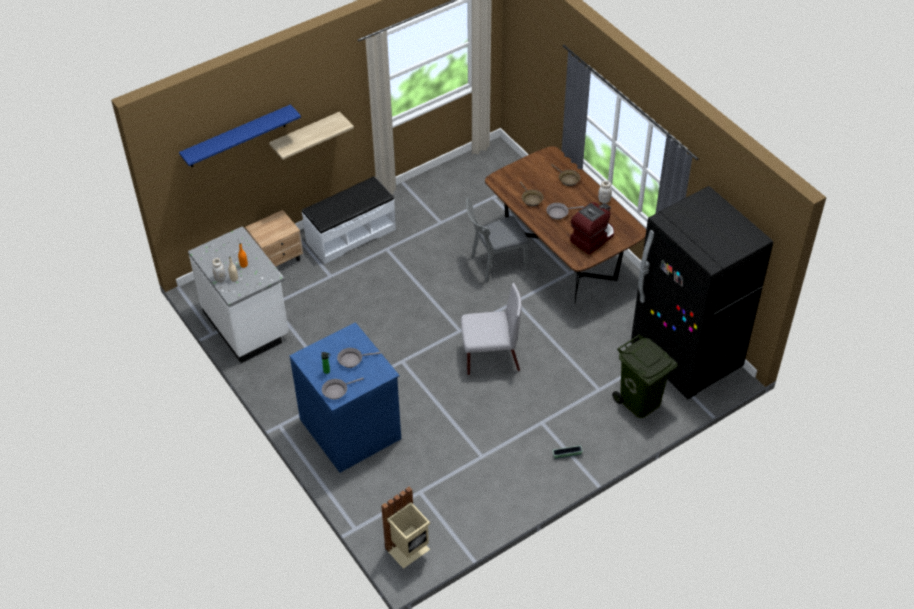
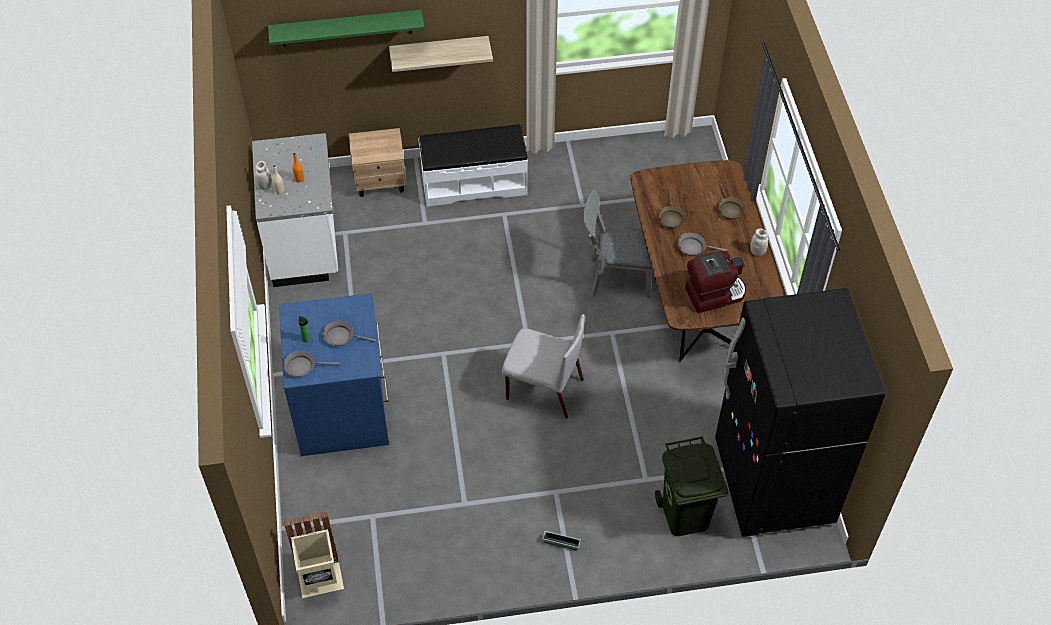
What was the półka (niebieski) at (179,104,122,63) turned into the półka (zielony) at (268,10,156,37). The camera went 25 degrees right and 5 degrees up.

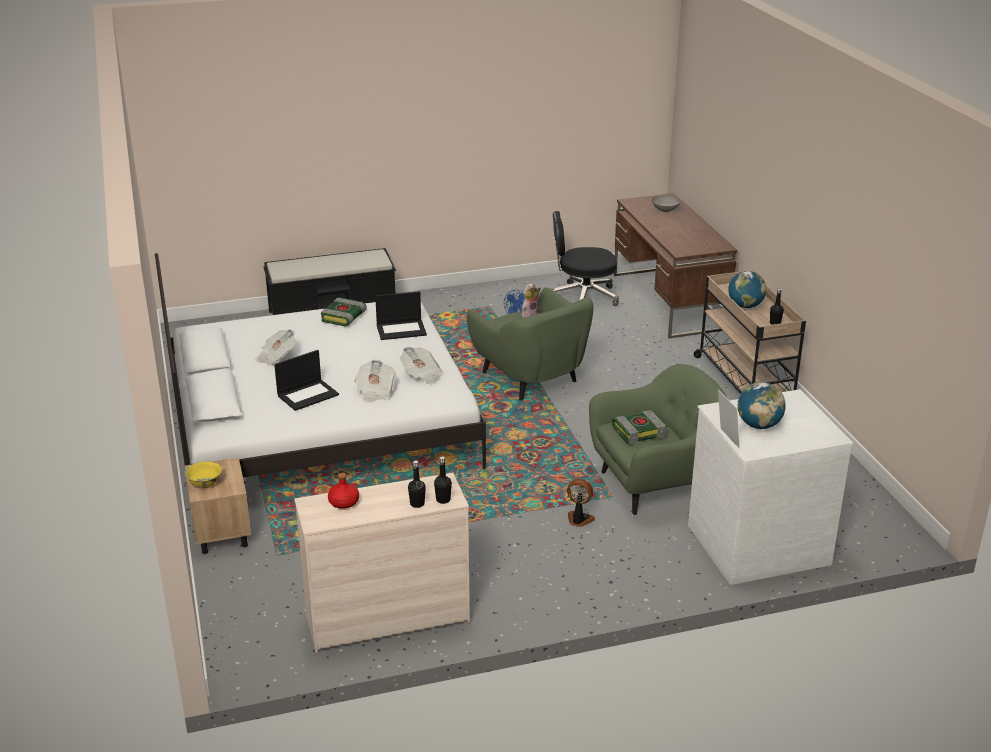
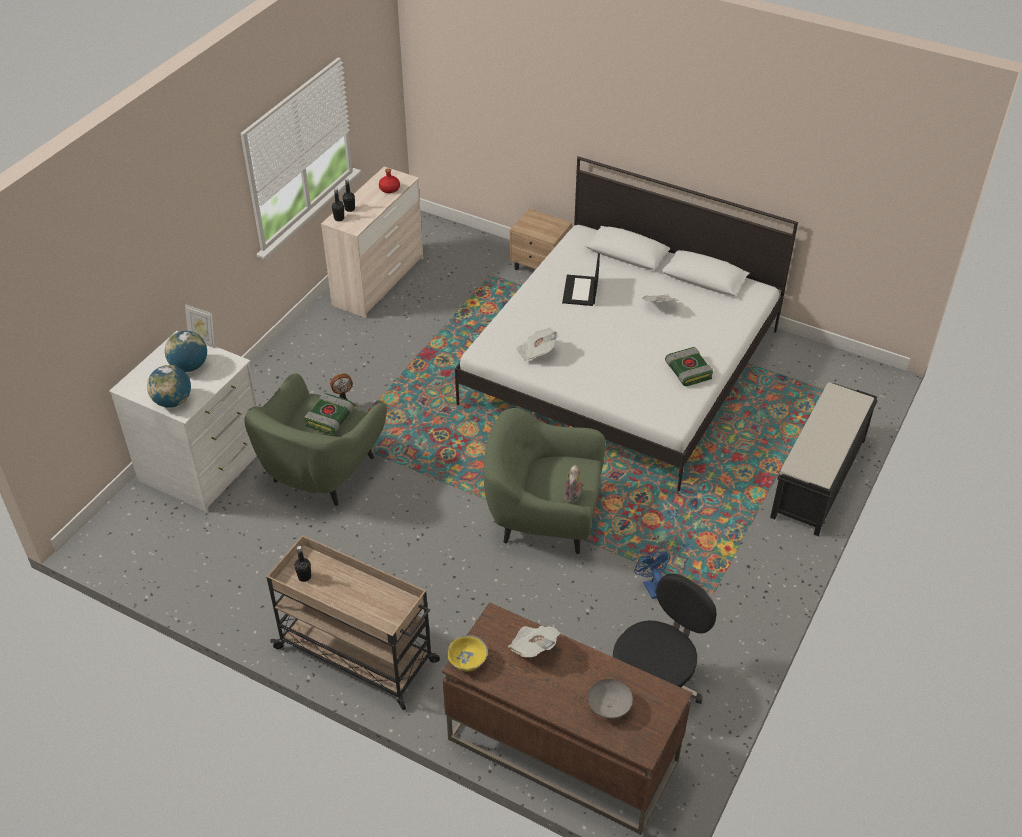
The globus ended up elsewhere, having gone from (728,271,38,37) to (147,365,44,42). The miska (żółty) ended up elsewhere, having gone from (184,461,38,27) to (447,635,41,37). The gazeta ended up elsewhere, having gone from (354,360,42,43) to (508,626,52,31). The second view lost the laptop at (375,291,52,49). The camera went 135 degrees right and 15 degrees up.

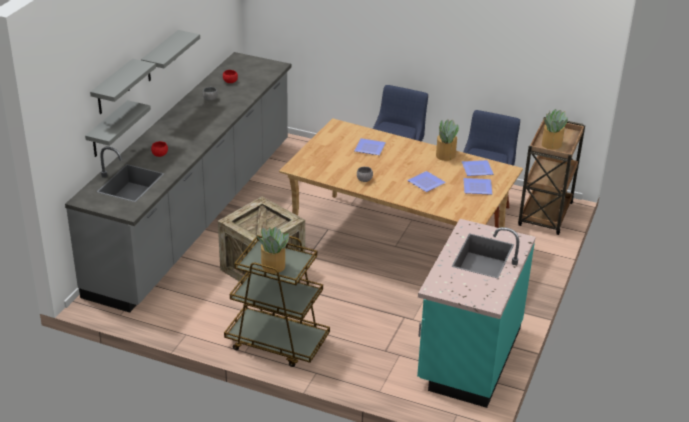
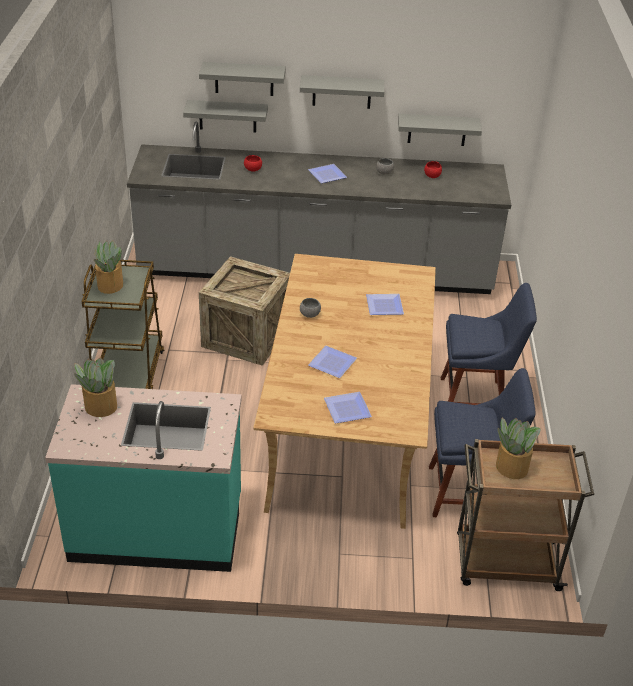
The roślina doniczkowa ended up elsewhere, having gone from (436,119,24,42) to (74,358,43,59). The talerz ended up elsewhere, having gone from (462,160,32,16) to (308,164,39,19). The second view gained the półka (szary) at (398,114,84,32). The camera went 70 degrees right and 5 degrees up.

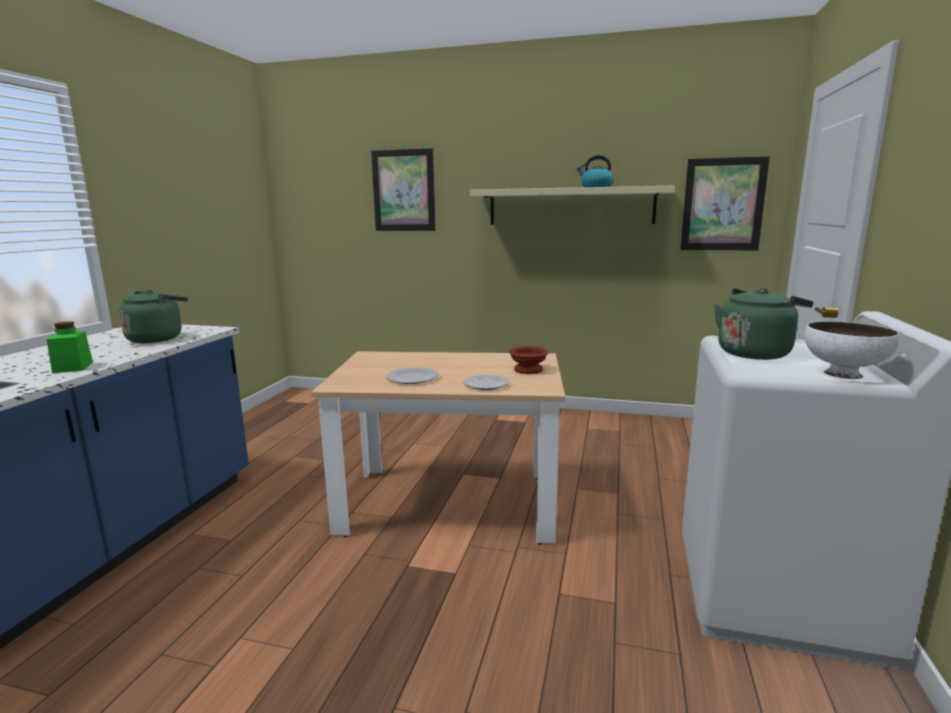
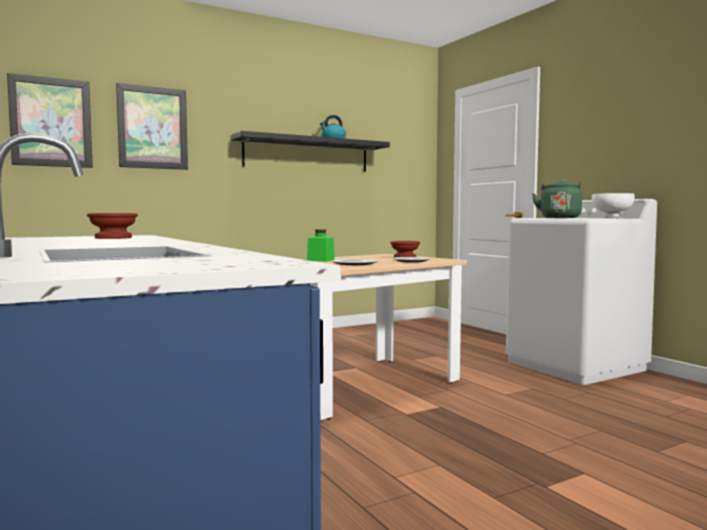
The obraz ended up elsewhere, having gone from (680,156,90,95) to (7,73,86,95). Where the czajnik (zielony) stood at (119,289,69,54), the miska (brązowy) came to stand at (87,213,51,26). What was the półka (beżowy) at (470,186,205,39) turned into the półka (czarny) at (230,131,160,41). The słoik (zielony) ended up elsewhere, having gone from (47,321,46,52) to (307,229,28,33). The camera went 45 degrees left and 10 degrees down.

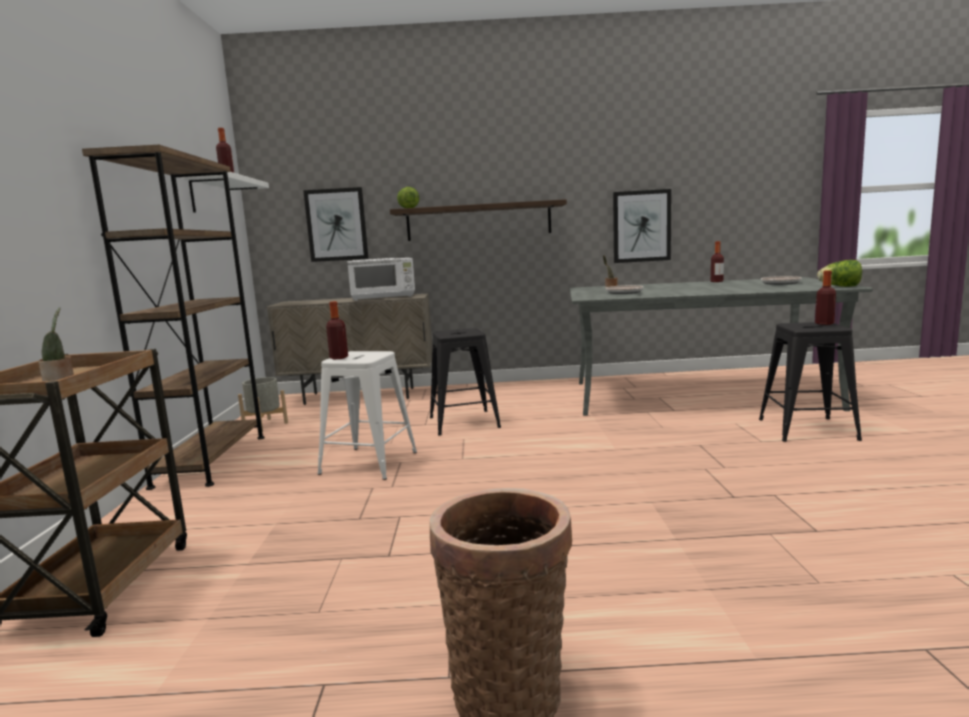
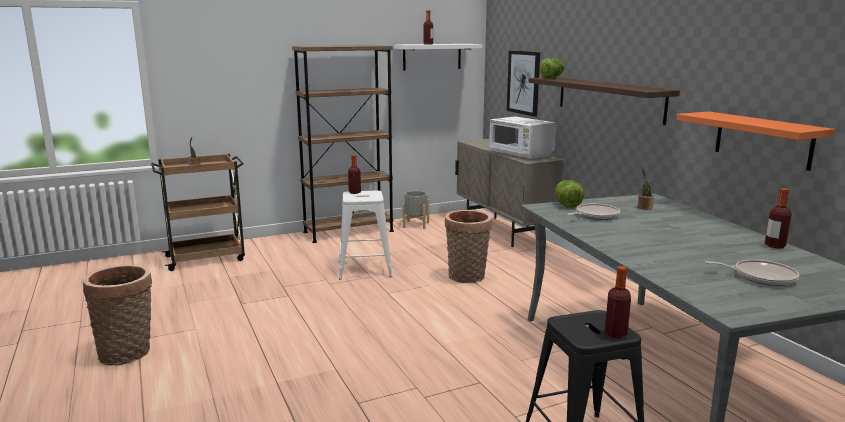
Where the stołek (czarny) stood at (430,328,71,107), the koszyk came to stand at (445,210,47,73). The sałata ended up elsewhere, having gone from (817,260,45,27) to (555,180,29,28). Where the obraz hung at (613,189,58,74), the półka (pomarańczowy) came to hang at (677,112,158,59). The camera went 65 degrees right and 5 degrees up.

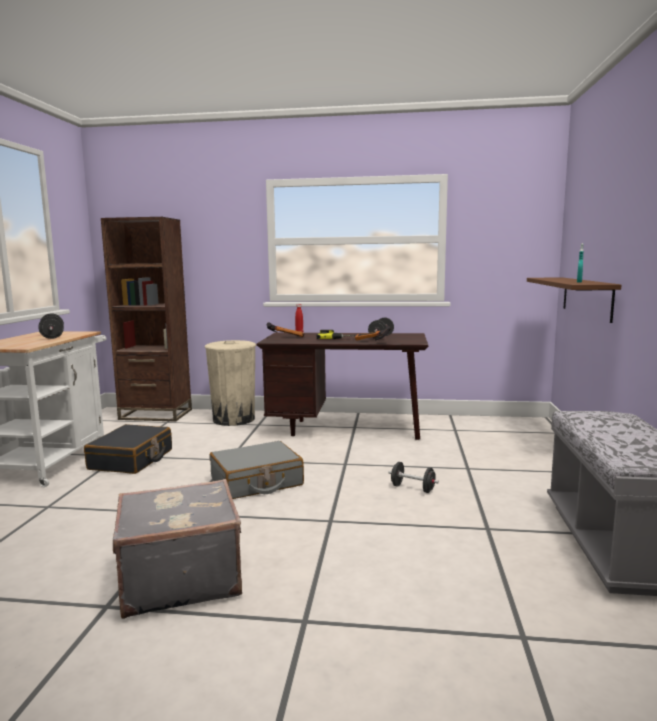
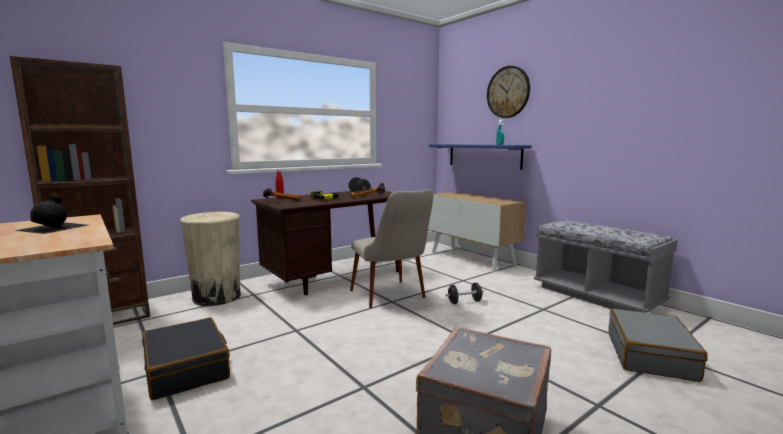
Where the hantel (czarny) stood at (38,313,26,26), the butelka (czarny) came to stand at (14,194,74,40). The second view gained the krzesło (beżowy) at (350,189,83,119). The second view gained the szafka at (428,192,98,80). What was the półka (brązowy) at (527,277,95,46) turned into the półka (niebieski) at (429,144,103,26). The second view gained the zegar ścienny at (487,66,43,52). The walizka (szary) ended up elsewhere, having gone from (210,441,94,58) to (608,309,100,73). The camera went 45 degrees left and 0 degrees up.

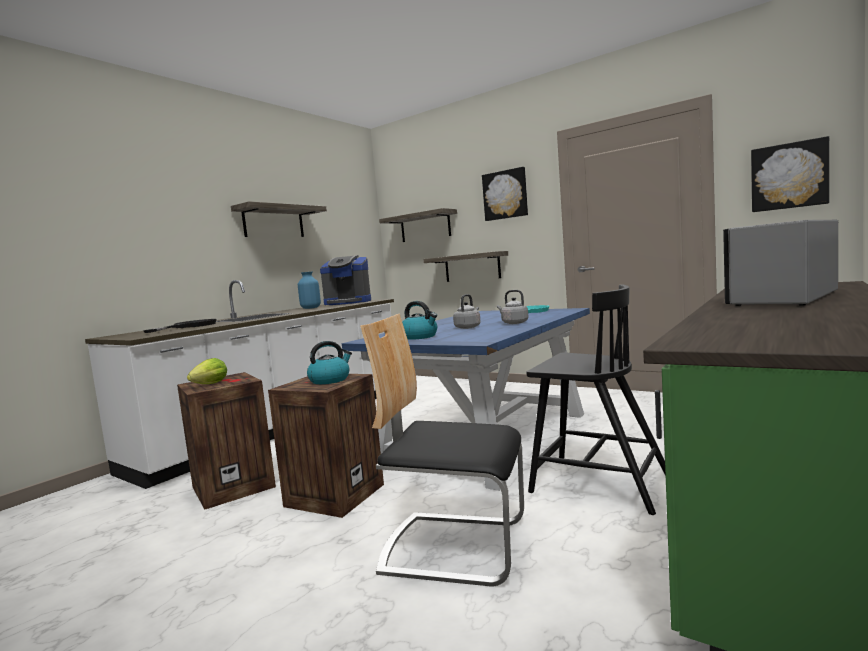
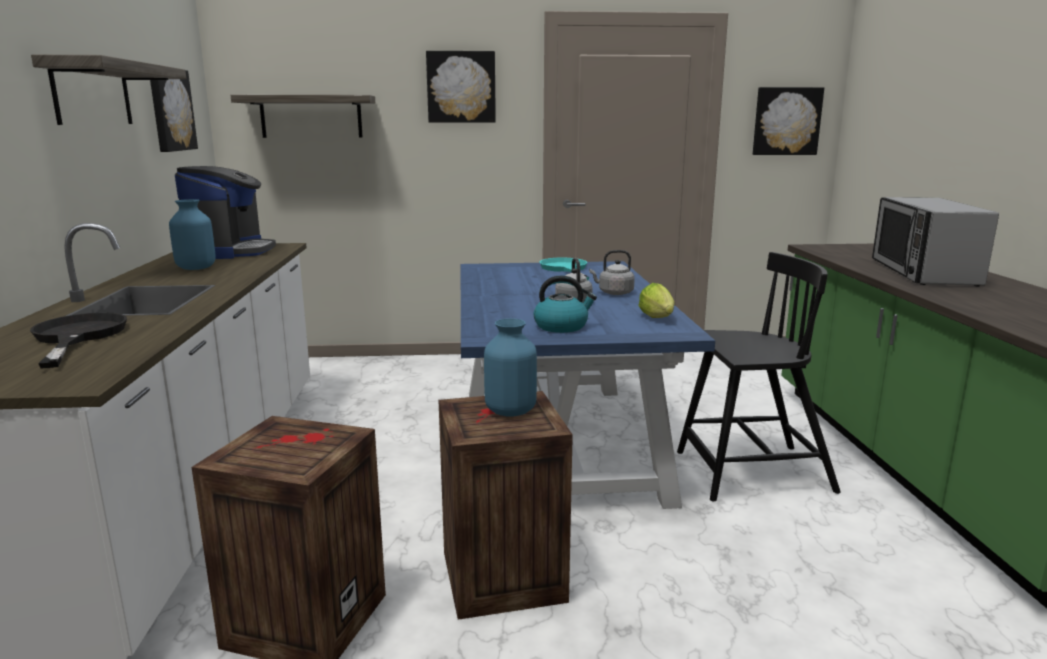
The second view gained the obraz at (150,70,48,82). The ekspres do kawy at (320,255,51,50) ended up facing another way, 60 degrees counterclockwise from before. Where the czajnik stood at (307,341,45,43), the wazon (niebieski) came to stand at (484,319,53,97). The sałata ended up elsewhere, having gone from (187,358,40,26) to (638,283,37,35). The second view lost the krzesło at (360,313,164,274). The second view lost the półka at (424,251,84,31). The camera went 40 degrees left and 10 degrees up.

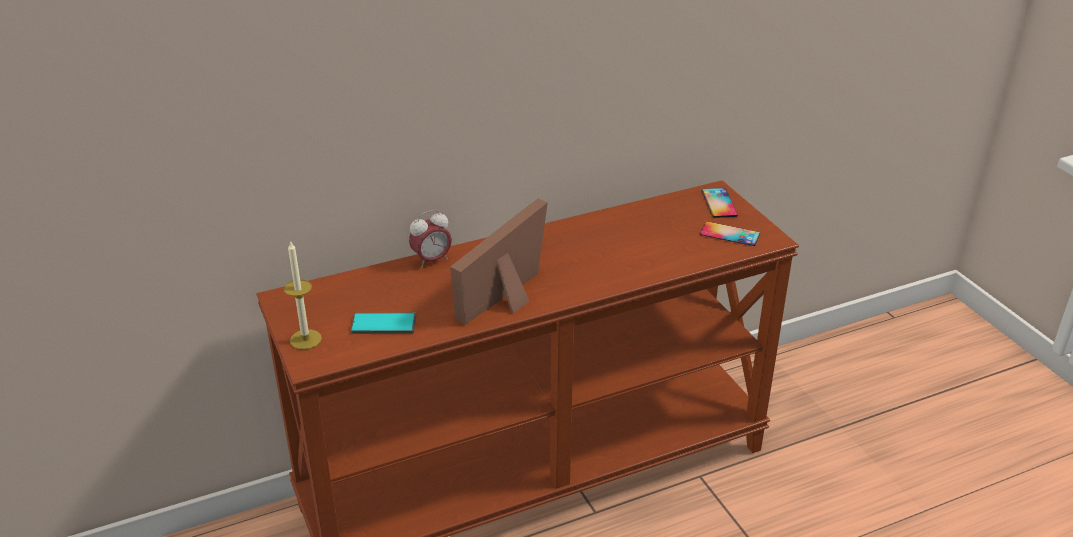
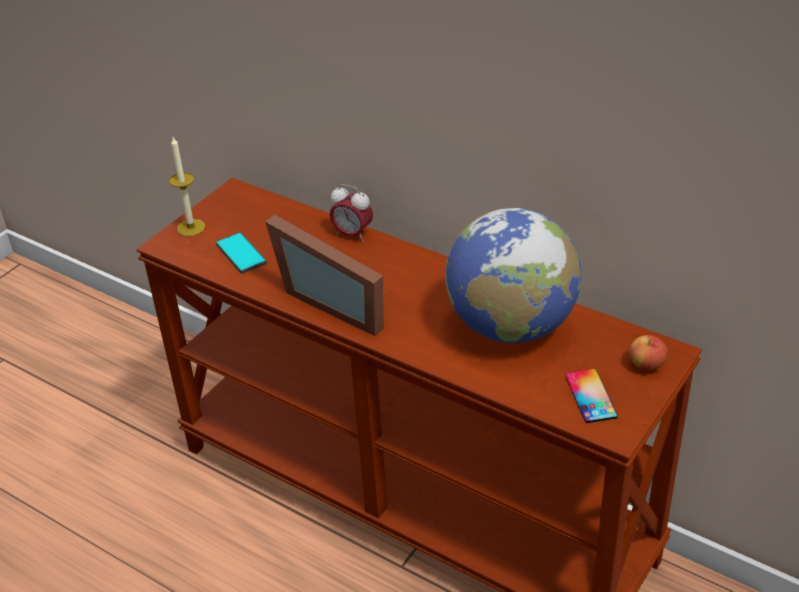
The ramka na zdjęcie at (450,198,98,127) ended up facing another way, 150 degrees counterclockwise from before. The second view gained the globus at (445,208,137,135). Where the telefon stood at (702,188,36,30), the jabłko came to stand at (629,335,38,36). The camera went 60 degrees right and 5 degrees up.

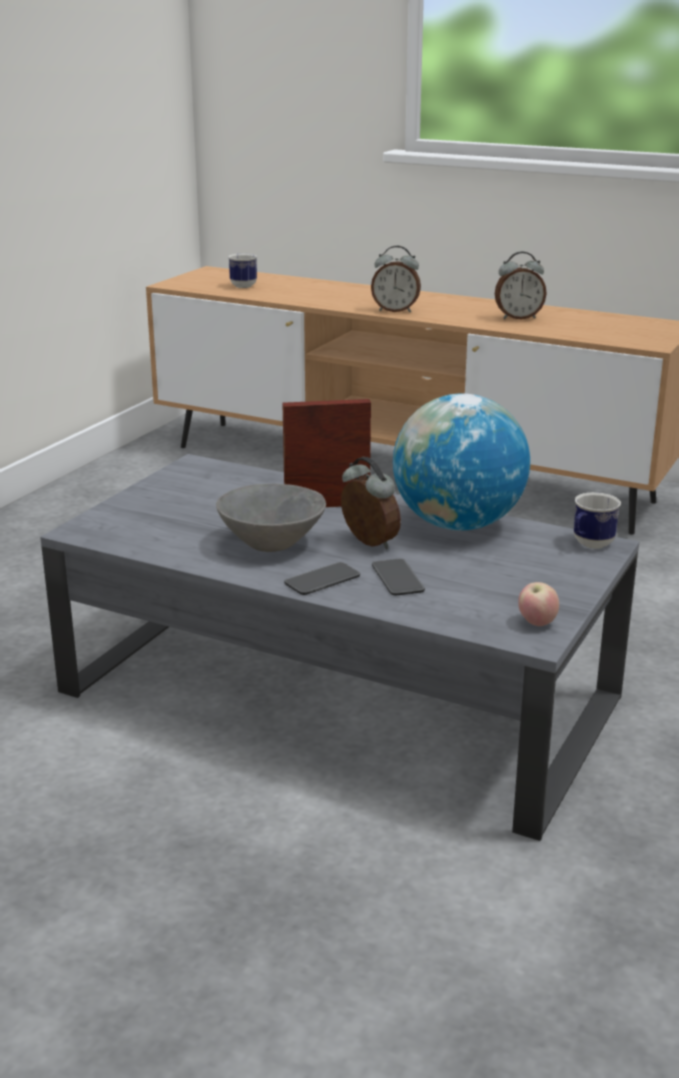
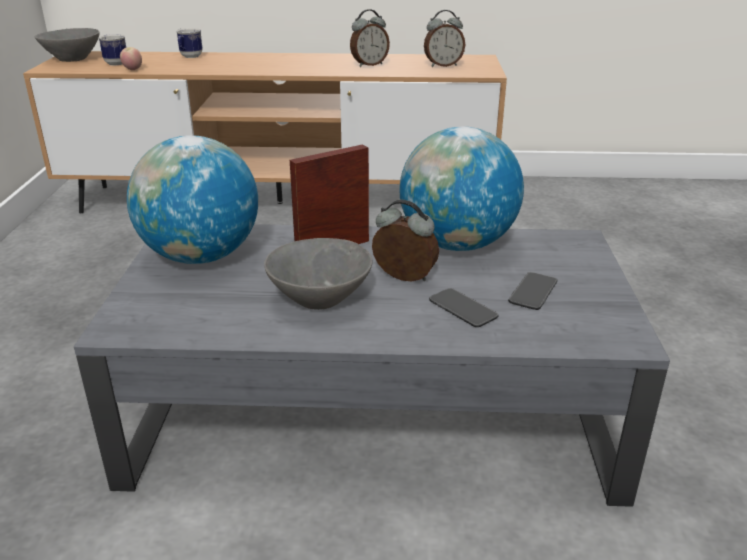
The second view gained the miska (szary) at (34,28,66,34). The jabłko ended up elsewhere, having gone from (518,582,41,44) to (120,47,22,23). The second view gained the globus at (127,135,131,129). The kubek ended up elsewhere, having gone from (574,492,47,57) to (176,28,27,30). The budzik ended up elsewhere, having gone from (371,246,50,66) to (424,10,41,57). The telefon ended up elsewhere, having gone from (284,562,76,33) to (508,272,49,38). The camera went 25 degrees left and 5 degrees up.

